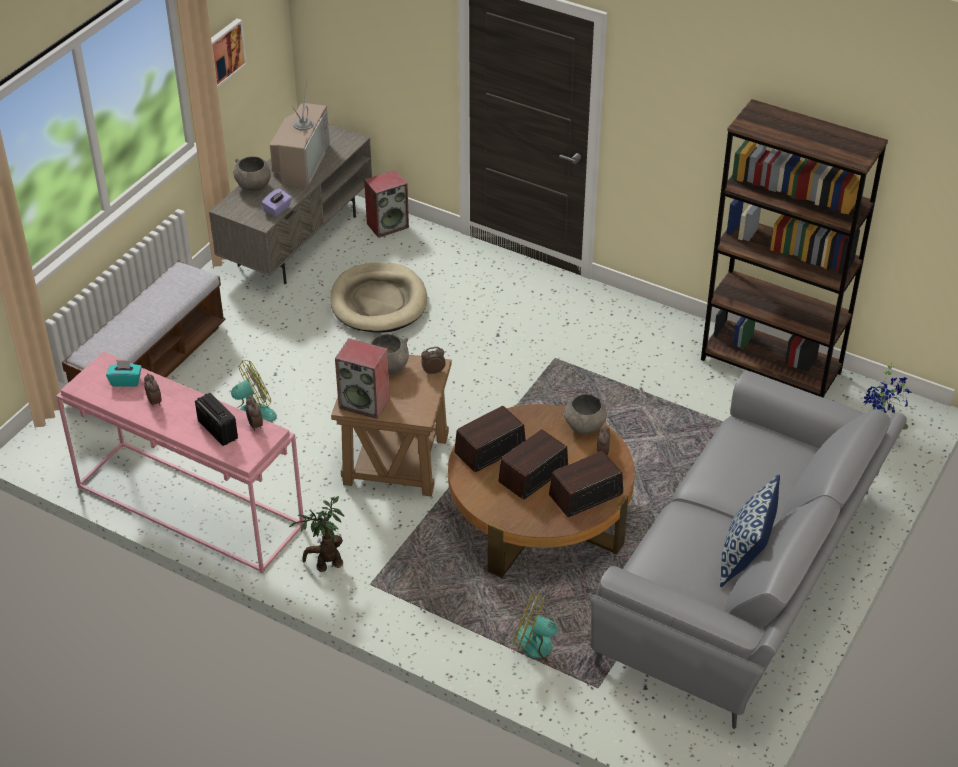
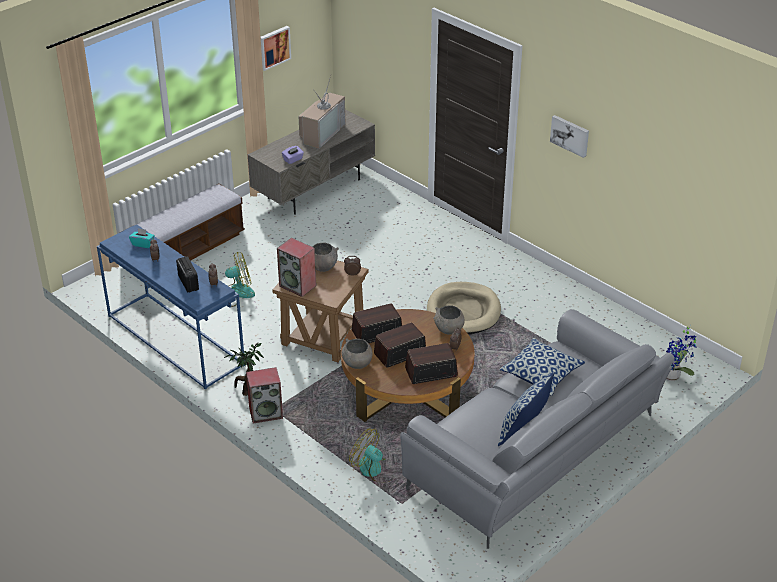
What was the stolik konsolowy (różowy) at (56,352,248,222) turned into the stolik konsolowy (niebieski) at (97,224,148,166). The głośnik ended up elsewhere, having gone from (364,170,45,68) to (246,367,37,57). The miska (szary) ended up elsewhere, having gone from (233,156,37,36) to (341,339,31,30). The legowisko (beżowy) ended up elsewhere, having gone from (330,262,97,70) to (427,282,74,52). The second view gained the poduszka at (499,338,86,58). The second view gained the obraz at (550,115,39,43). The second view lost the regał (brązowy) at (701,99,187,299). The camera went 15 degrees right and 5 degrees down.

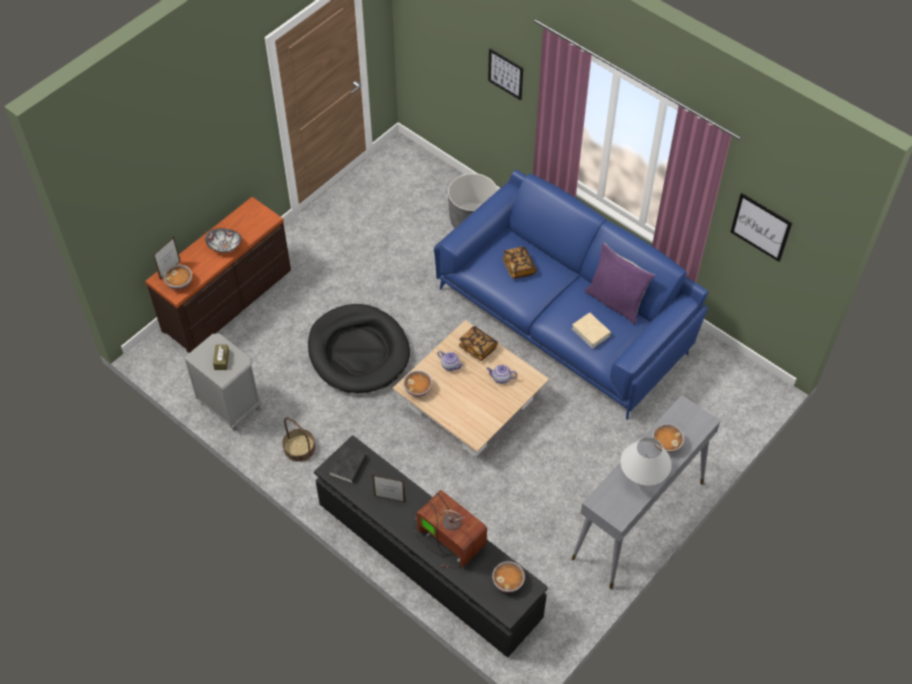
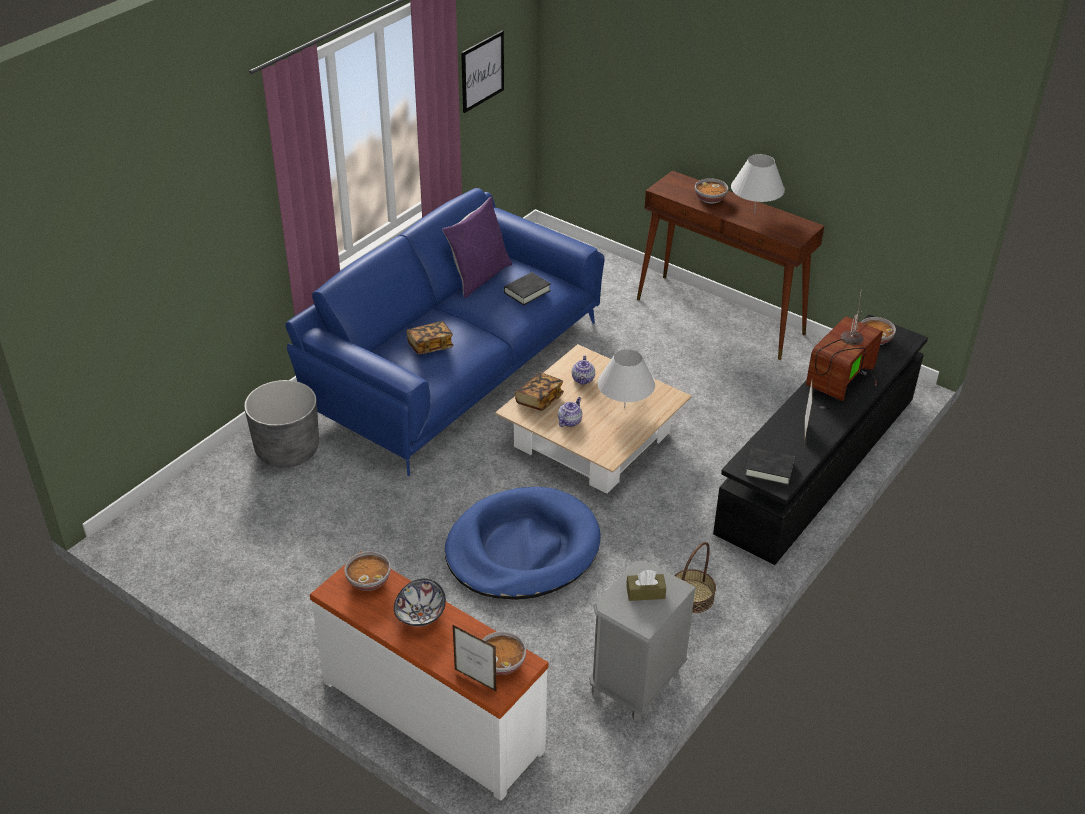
What was the komoda (brązowy) at (145,197,146,156) turned into the komoda (biały) at (310,551,238,250). The miska ended up elsewhere, having gone from (403,371,29,26) to (344,551,47,40). What was the legowisko (czarny) at (308,304,102,89) turned into the legowisko (niebieski) at (445,487,156,113). What was the książka (beżowy) at (572,313,39,35) turned into the książka (czarny) at (504,272,47,33). The second view gained the lampa stołowa (biały) at (597,349,58,59). What was the stolik konsolowy (szary) at (572,395,148,194) turned into the stolik konsolowy (brązowy) at (637,170,187,190). The second view lost the obraz at (488,49,35,51). The camera went 95 degrees left and 15 degrees down.

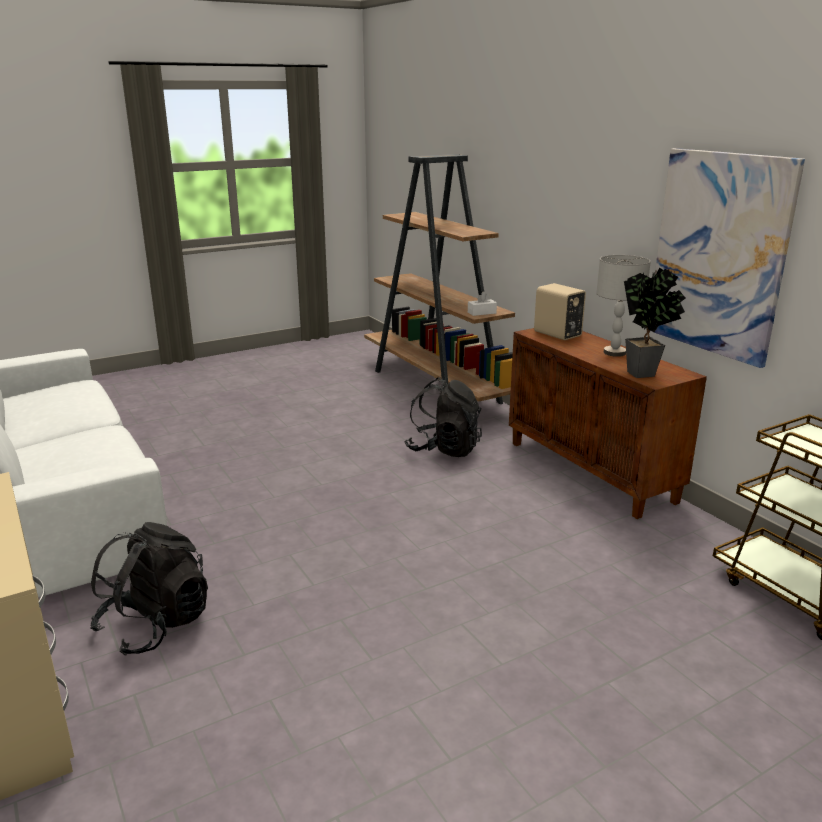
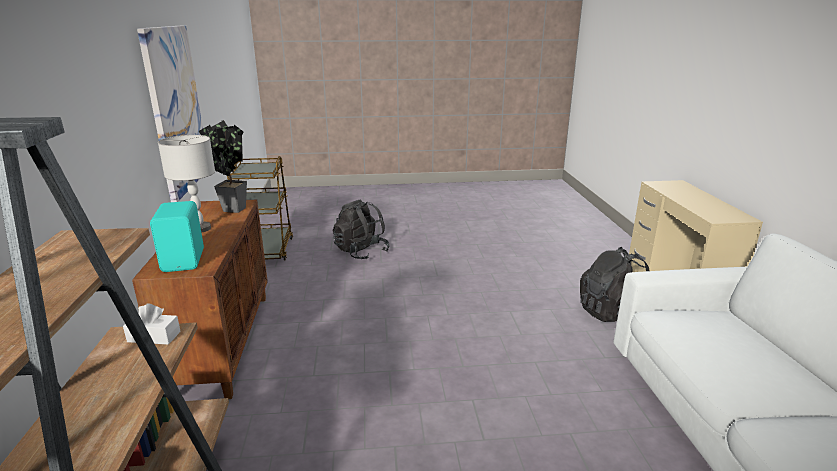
What was the głośnik (beżowy) at (534,283,52,57) turned into the głośnik (turkusowy) at (150,201,54,71). The plecak (czarny) ended up elsewhere, having gone from (404,378,78,79) to (333,199,57,60). The camera went 155 degrees left and 0 degrees up.

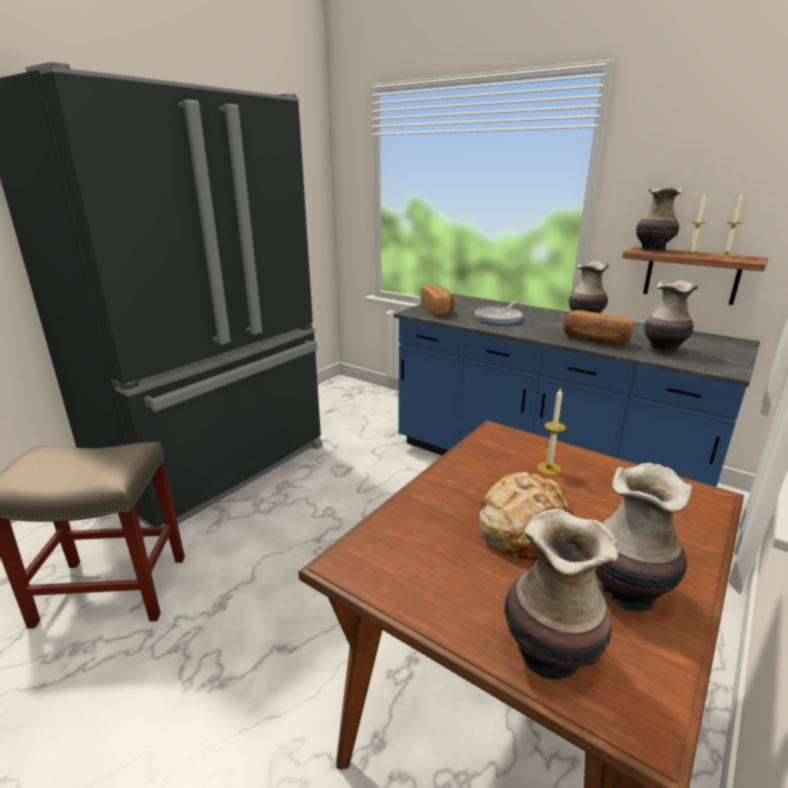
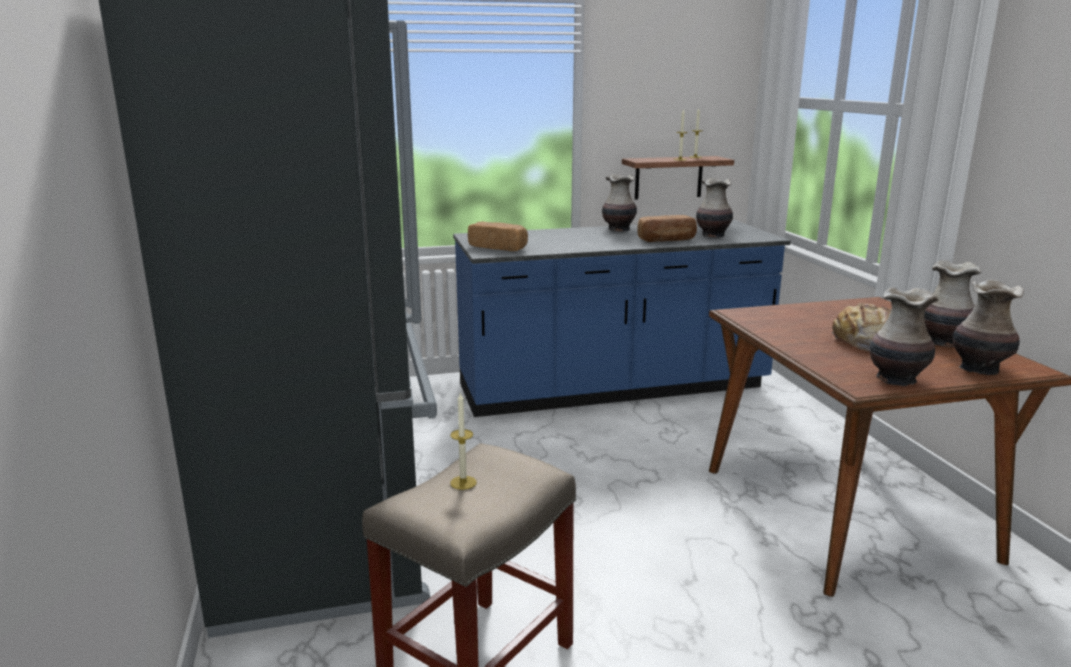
The świeca ended up elsewhere, having gone from (537,387,29,88) to (450,393,27,97). The wazon ended up elsewhere, having gone from (636,187,47,64) to (869,287,69,99). The second view lost the patelnia at (475,301,48,24). The camera went 50 degrees left and 5 degrees down.

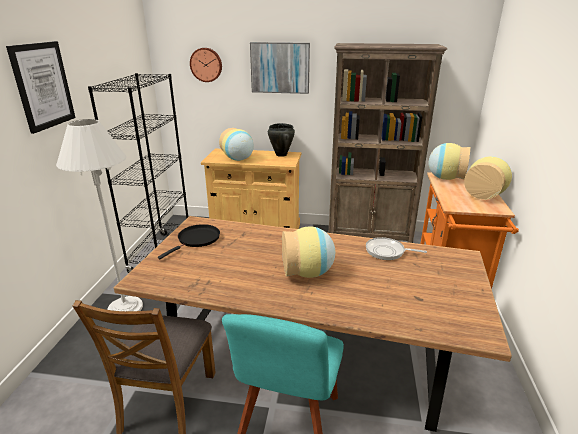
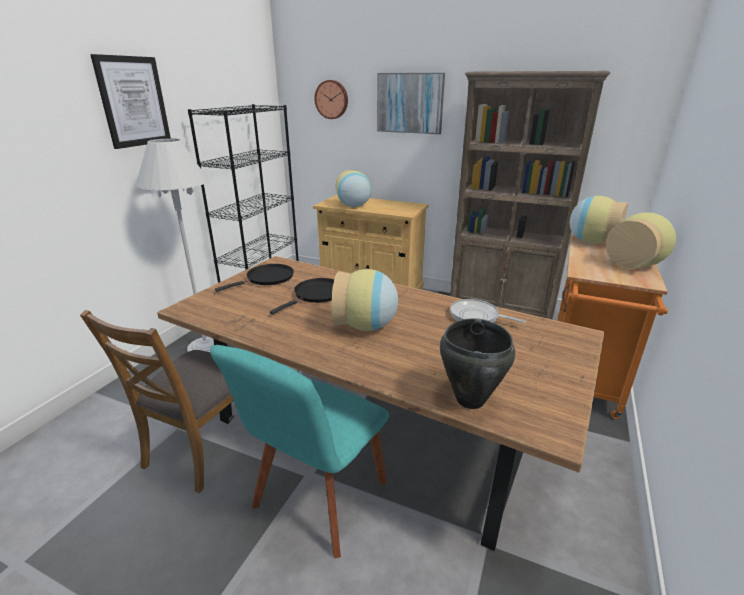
The second view gained the patelnia (czarny) at (270,278,64,36). The garnek (czarny) ended up elsewhere, having gone from (268,123,27,34) to (440,318,75,91). The camera went 15 degrees right and 0 degrees up.

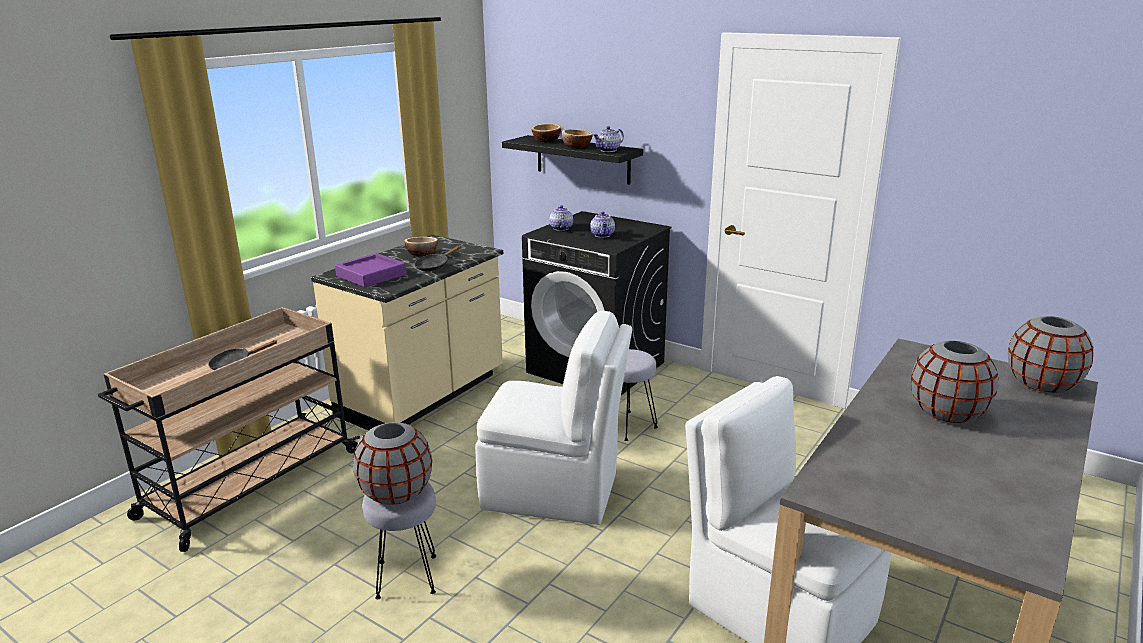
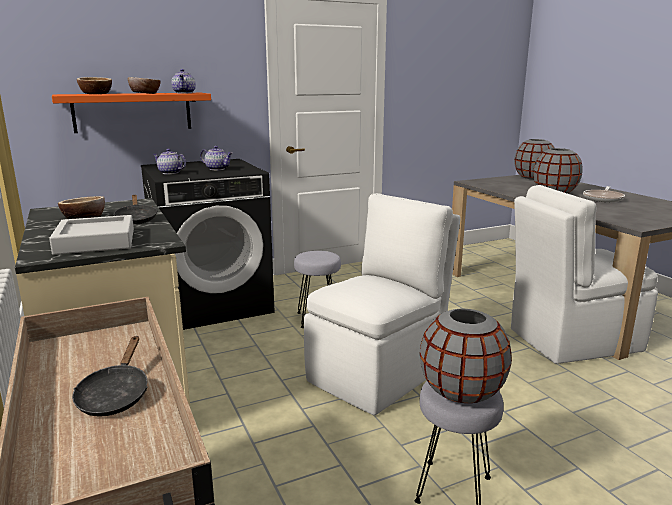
What was the taca (fioletowy) at (335,253,72,34) turned into the taca (szary) at (49,215,85,40). What was the półka (czarny) at (502,135,141,50) turned into the półka (pomarańczowy) at (52,93,159,40). The second view gained the patelnia at (583,186,42,16). The camera went 60 degrees left and 5 degrees down.

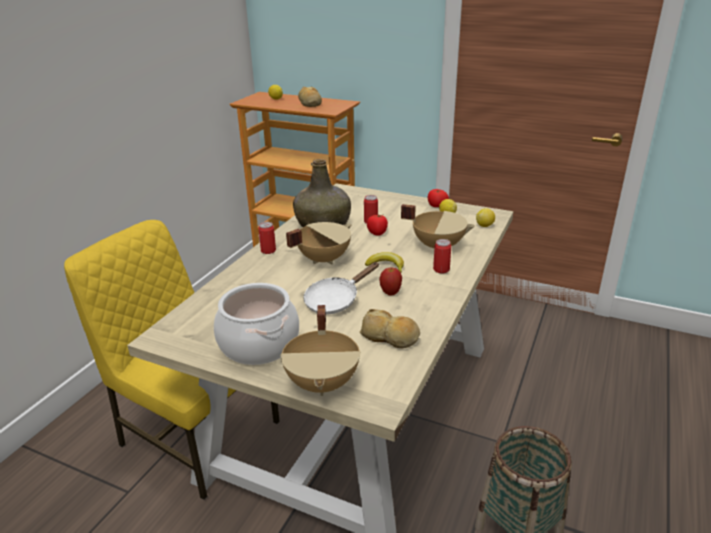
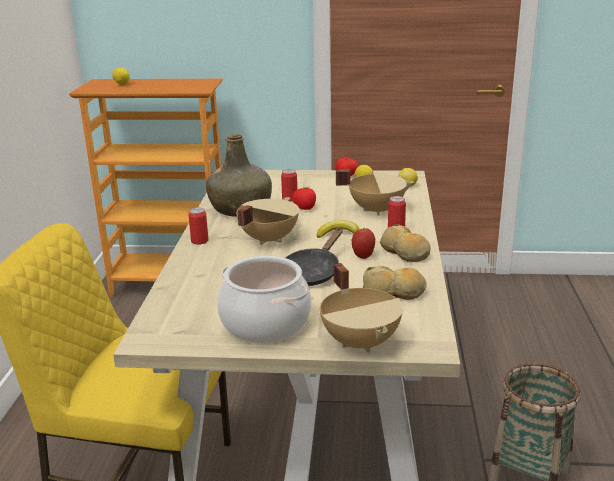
What was the patelnia (biały) at (304,262,75,52) turned into the patelnia (czarny) at (286,228,57,58). The chleb ended up elsewhere, having gone from (298,86,24,21) to (380,224,51,38). The camera went 20 degrees left and 5 degrees down.

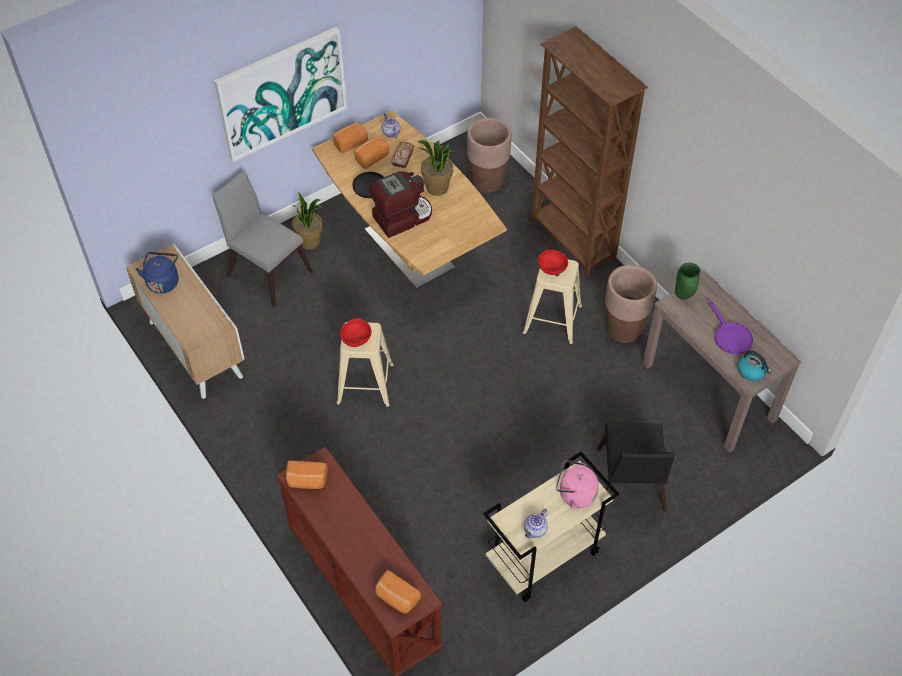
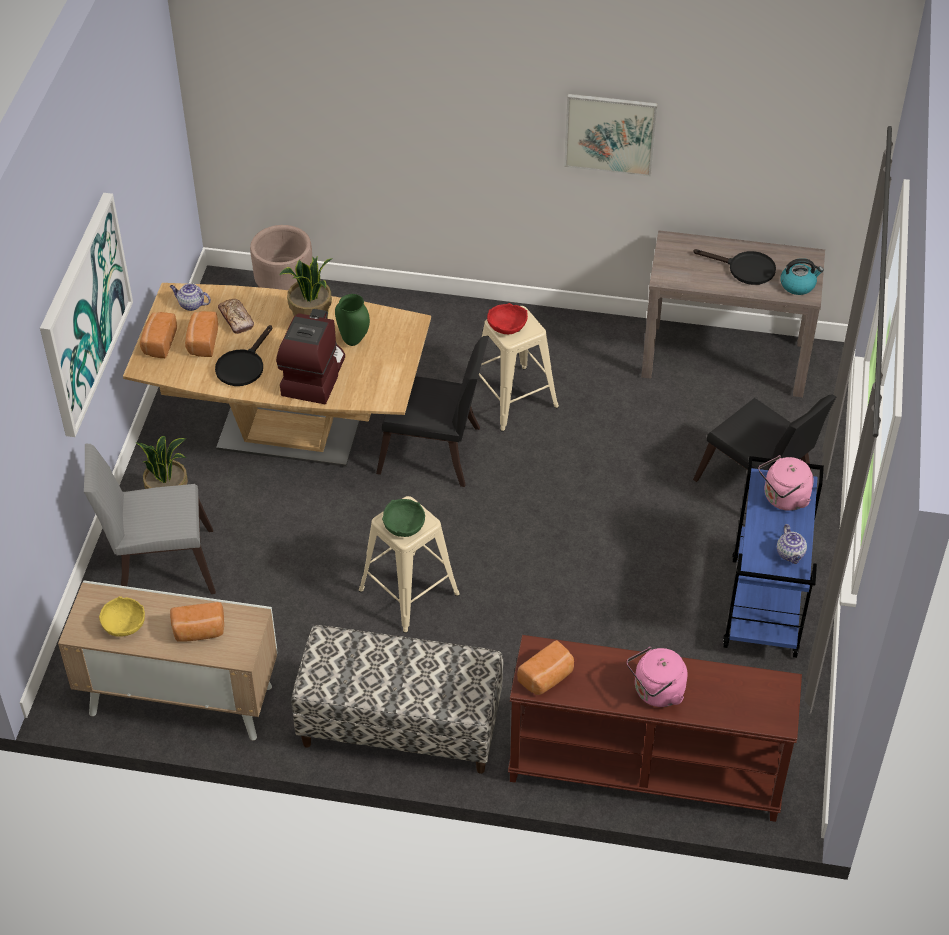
Where the czajnik (niebieski) stood at (136,252,43,42), the miska (żółty) came to stand at (99,596,46,41). The chleb ended up elsewhere, having gone from (375,570,46,43) to (170,602,54,40). The second view gained the ławka at (291,625,213,149). The wazon (zielony) ended up elsewhere, having gone from (675,262,25,38) to (335,294,35,52). The second view gained the krzesło (czarny) at (376,336,113,151). What was the miska (czerwony) at (340,318,32,29) turned into the miska (zielony) at (382,499,43,38). The second view gained the obraz at (564,94,94,83). The second view gained the czajnik (różowy) at (627,647,60,60). What was the patelnia (fioletowy) at (708,300,45,54) turned into the patelnia (czarny) at (693,249,83,36). What was the wózek (beżowy) at (483,451,136,151) turned into the wózek (niebieski) at (723,456,101,202). The second view lost the regał (brązowy) at (531,26,117,251). The second view lost the donica (brązowy) at (605,265,52,78). The camera went 45 degrees left and 5 degrees down.

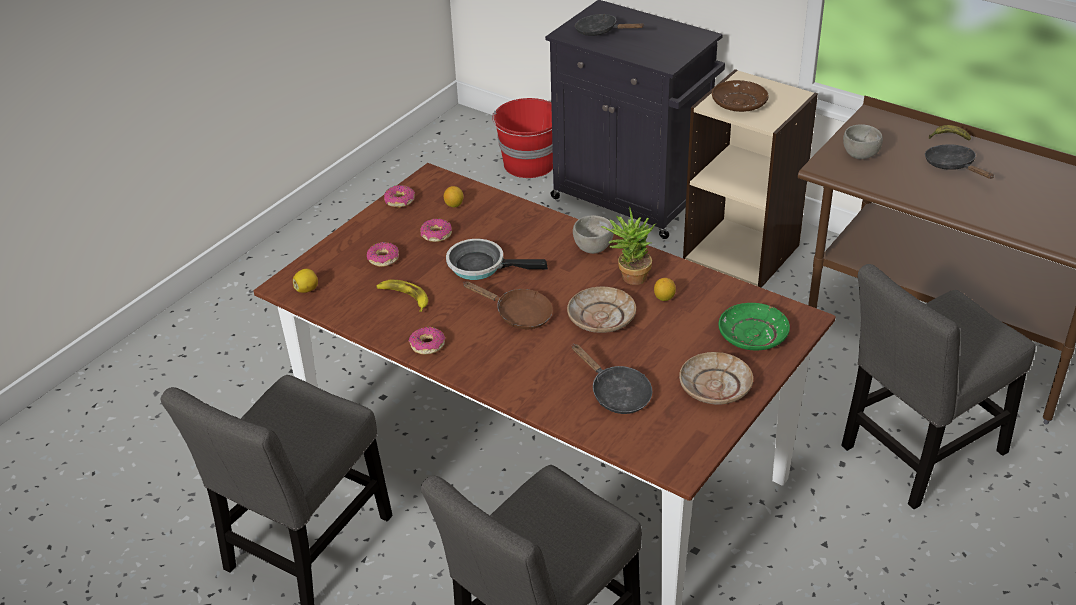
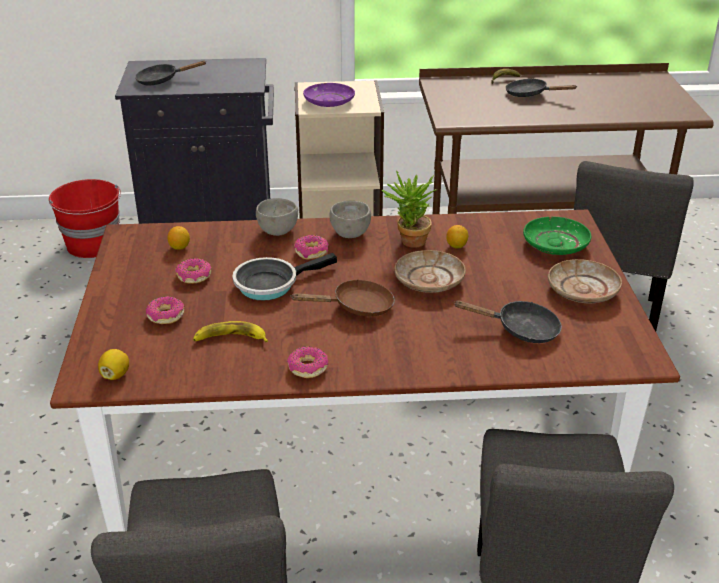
The miska (szary) ended up elsewhere, having gone from (843,124,40,35) to (256,198,42,38). The donut ended up elsewhere, having gone from (384,185,31,23) to (294,235,35,25). What was the talerz (brązowy) at (712,80,57,32) turned into the talerz (fioletowy) at (303,83,52,24). The camera went 40 degrees left and 5 degrees down.

